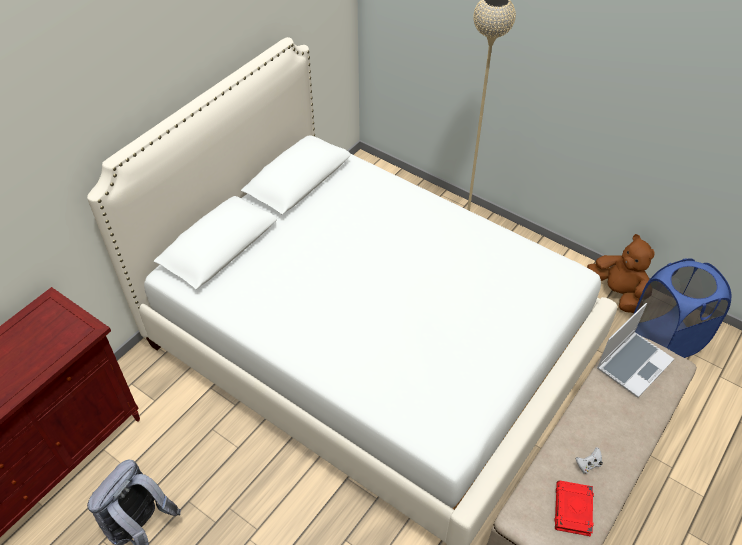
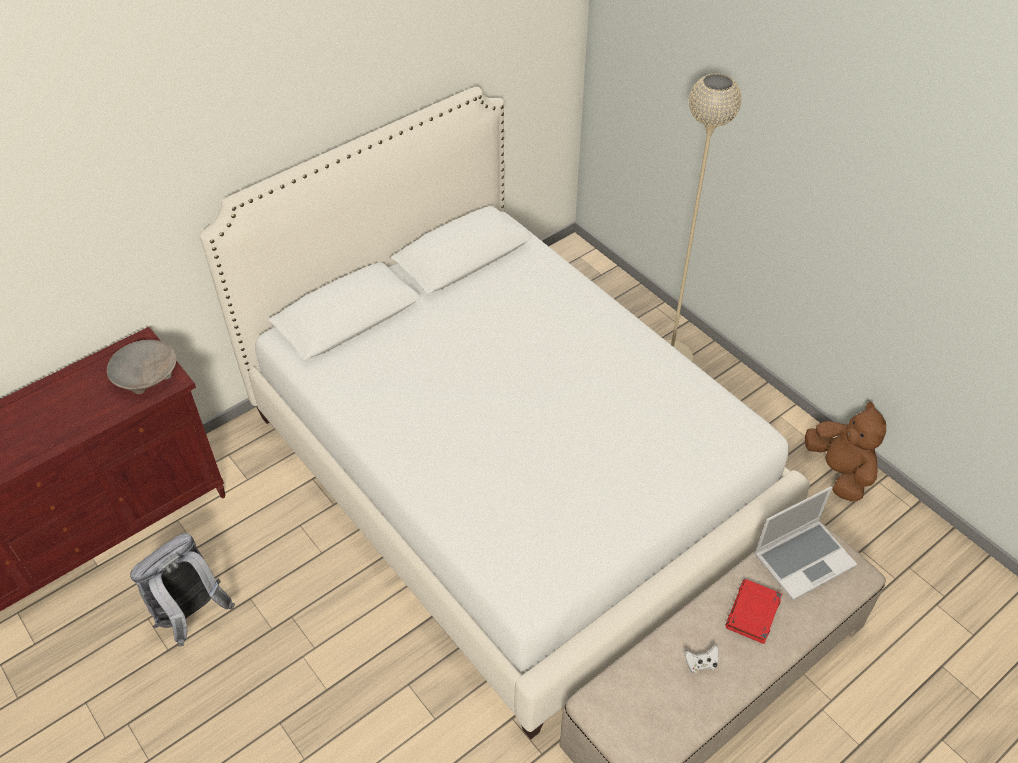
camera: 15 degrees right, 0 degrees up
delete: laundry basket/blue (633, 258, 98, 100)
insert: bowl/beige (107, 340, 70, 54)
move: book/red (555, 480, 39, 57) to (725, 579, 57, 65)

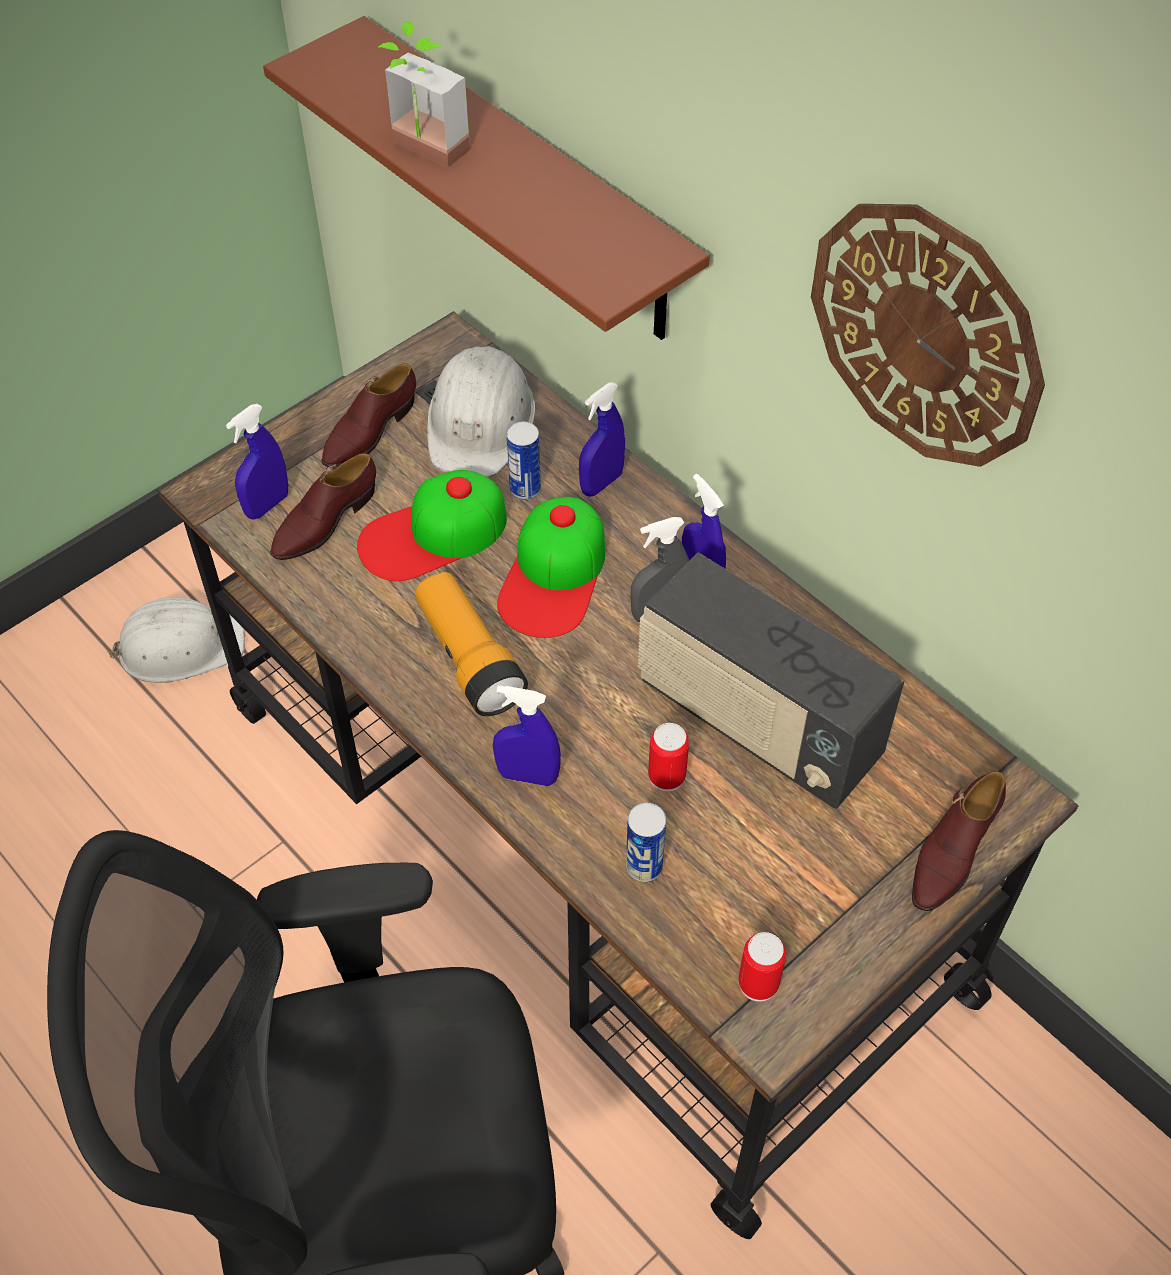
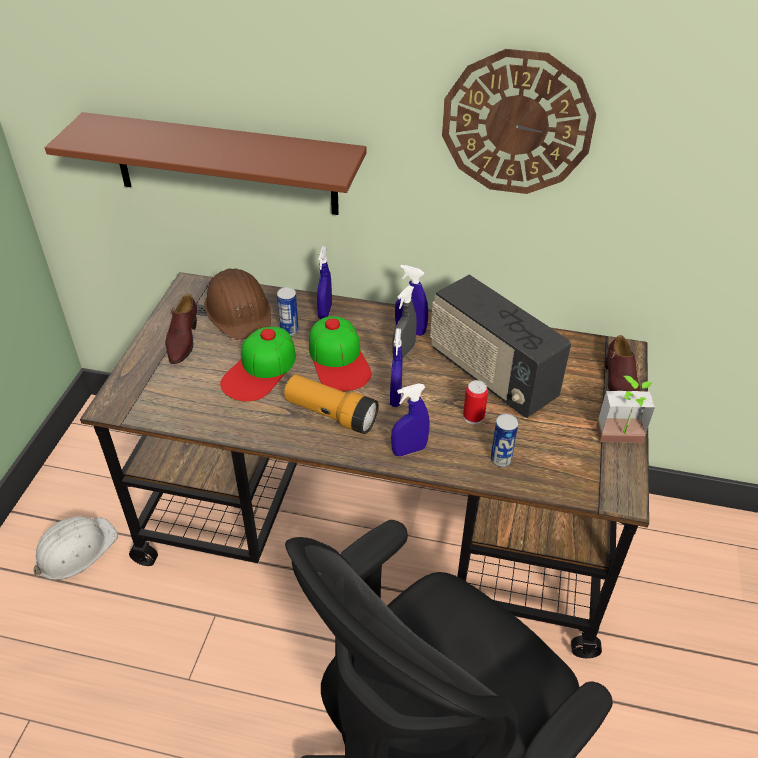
camera: 35 degrees left, 10 degrees down
delete: shoe/brown (270, 453, 106, 107); can (738, 932, 48, 70)
move: potted plant (379, 21, 91, 147) to (596, 376, 59, 67); spray bottle/blue (226, 404, 62, 116) to (390, 328, 12, 79)
recolor: hard hat/white (427, 346, 108, 131) to hard hat/brown (204, 269, 67, 71)
rotate: radio (638, 552, 266, 257) = (430, 274, 142, 144) 45 degrees clockwise

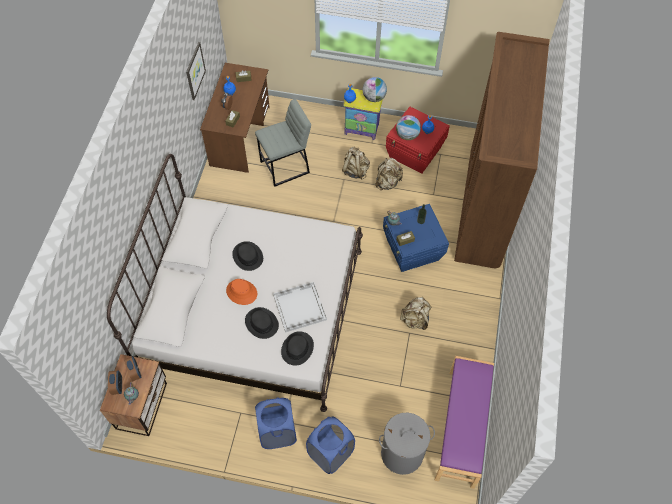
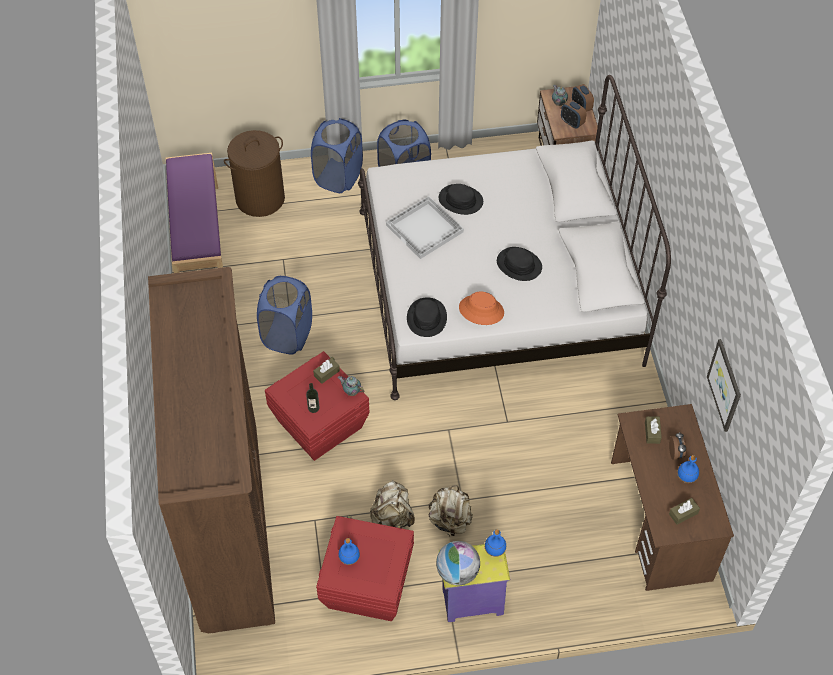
camera: 160 degrees right, 5 degrees down
delete: stool/grey (255, 99, 56, 88); globe (396, 115, 25, 25)
move: hat/orange (226, 279, 31, 26) to (459, 291, 45, 34); hat/black (281, 331, 33, 35) to (407, 298, 40, 39)
replace: backpack/beige (400, 297, 31, 33) to laundry basket/blue (257, 276, 55, 79)
recolor: storage box/blue (383, 204, 66, 68) to storage box/red (265, 351, 105, 110); laundry basket/grey (379, 412, 56, 63) to laundry basket/brown (224, 130, 61, 87)

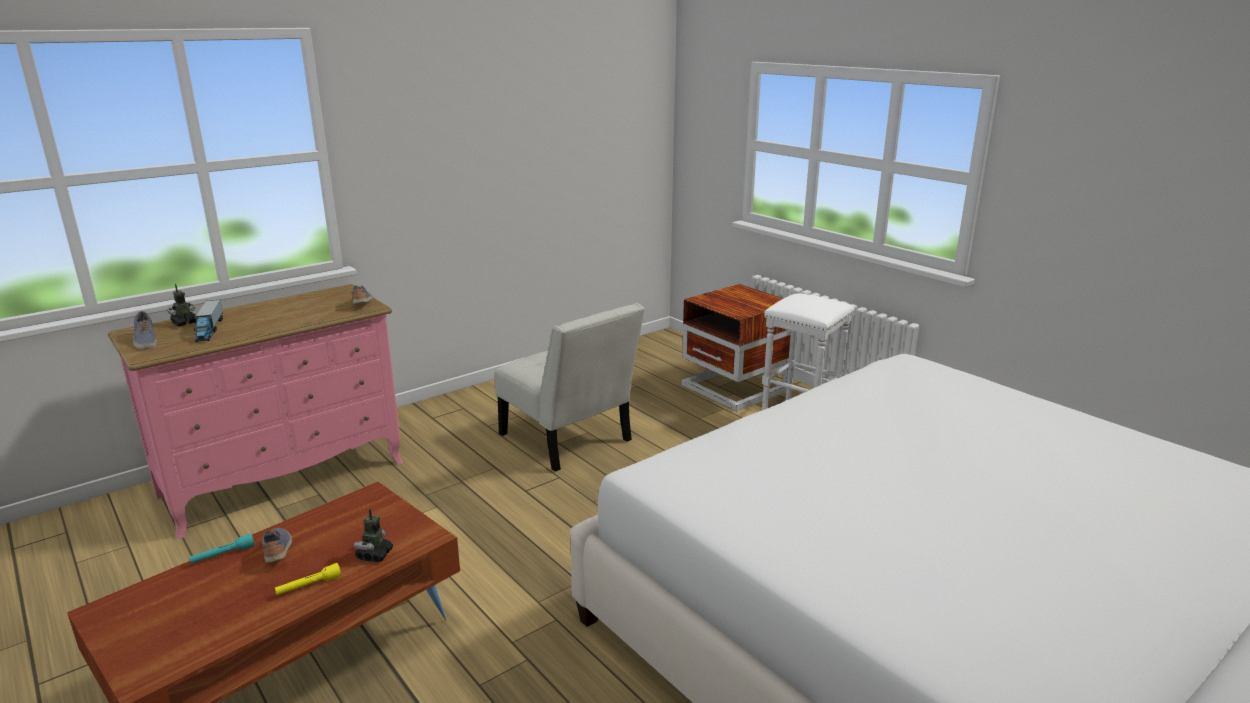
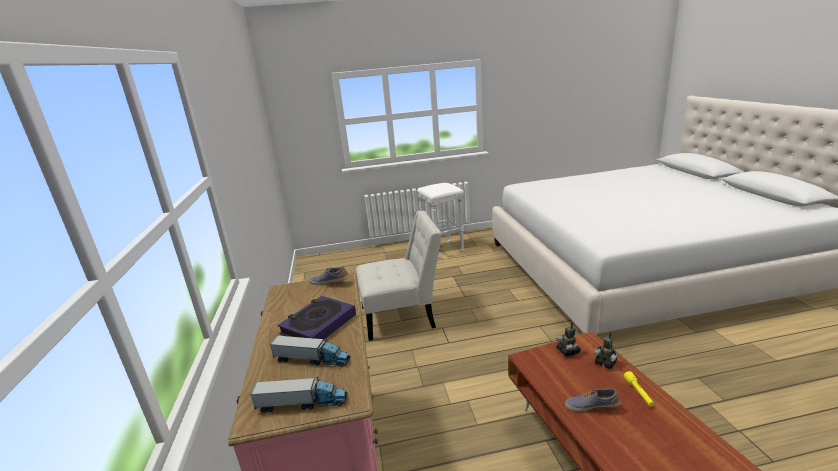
camera: 60 degrees left, 0 degrees up
delete: nightstand (682, 284, 109, 128); flashlight/turquoise (189, 533, 66, 31)
insert: book (277, 296, 79, 43)
move: toy robot (167, 284, 29, 43) to (556, 322, 25, 35)
replace: shoe (133, 311, 24, 39) to toy truck (250, 376, 98, 37)

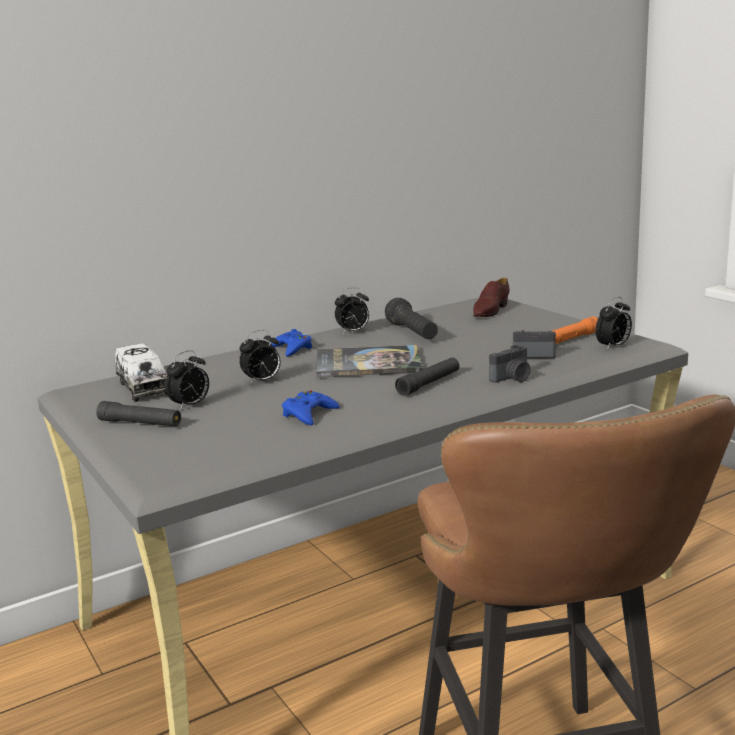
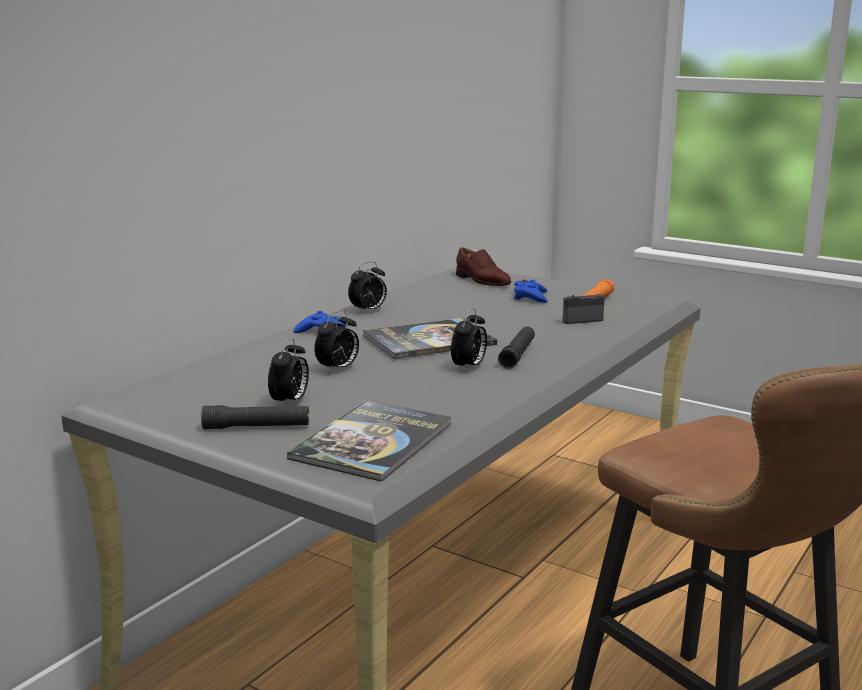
camera: 25 degrees left, 0 degrees up
delete: flashlight/black (385, 298, 53, 41); toy truck (115, 343, 52, 59); photo camera (489, 345, 41, 38)
insert: book (287, 400, 165, 82)
move: alarm clock (595, 297, 37, 53) to (451, 309, 36, 63); game controller/blue (282, 391, 58, 34) to (514, 280, 33, 23)
rotate: shoe/brown (473, 278, 37, 39) = (456, 247, 55, 39) 45 degrees counterclockwise

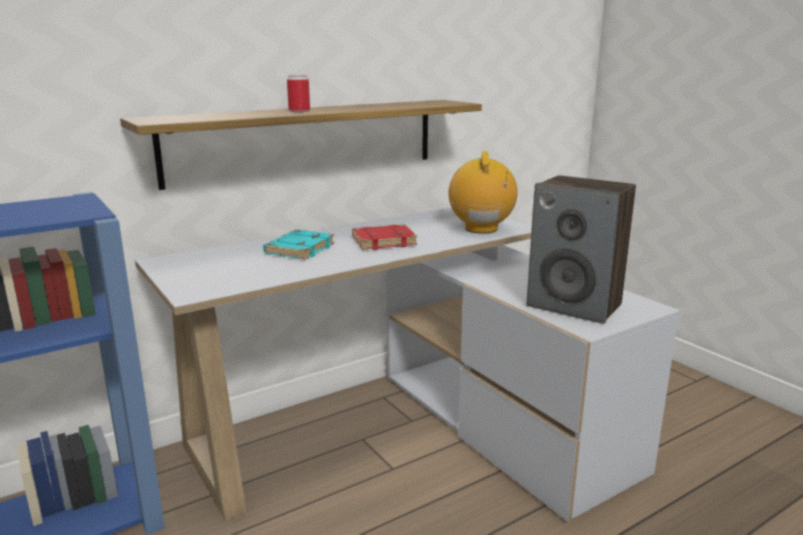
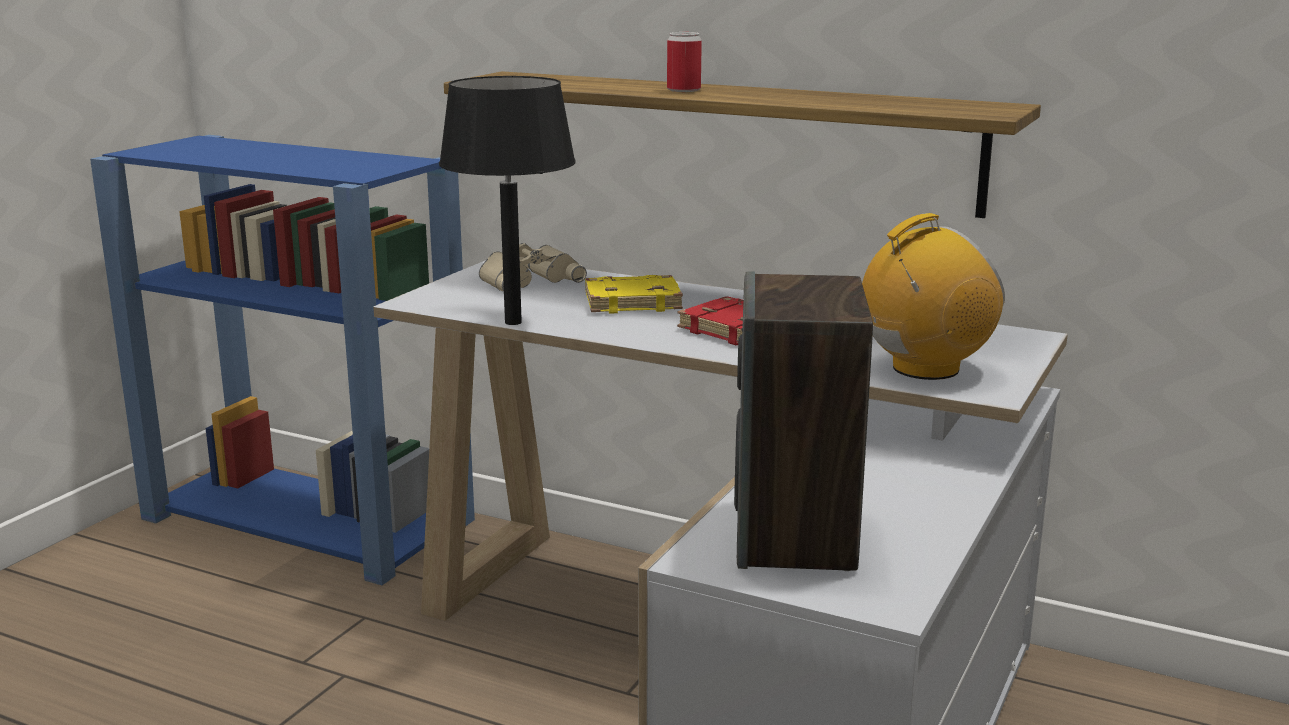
camera: 60 degrees right, 0 degrees up
insert: table lamp/black (439, 76, 137, 249); binoculars/beige (479, 243, 108, 48)
recolor: book/turquoise (263, 230, 71, 30) to book/yellow (585, 275, 98, 39)

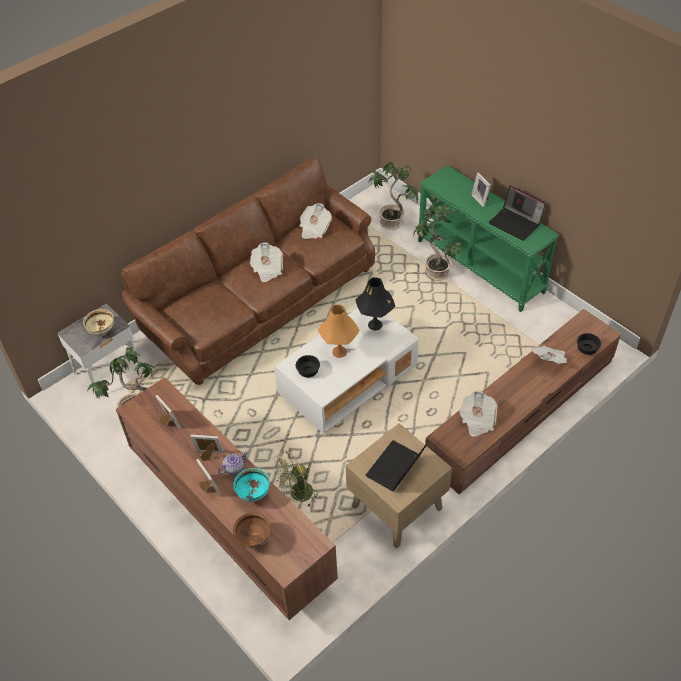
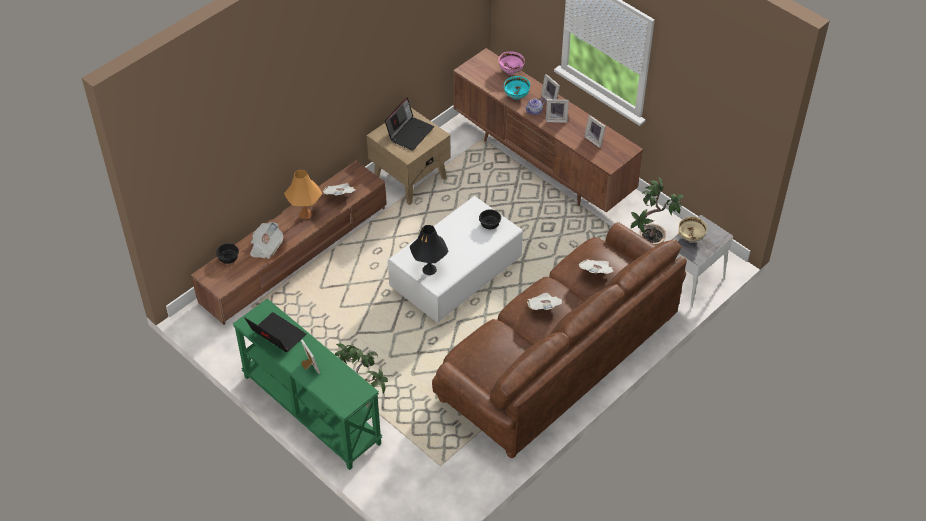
camera: 175 degrees right, 0 degrees up
delete: potted plant (369, 162, 49, 68); fan/green (273, 451, 46, 55)
move: newspaper (300, 203, 32, 36) to (579, 259, 35, 15); table lamp/orange (318, 305, 42, 53) to (284, 170, 38, 50)
recolor: bowl/brown (233, 512, 37, 37) to bowl/pink (498, 51, 27, 24)

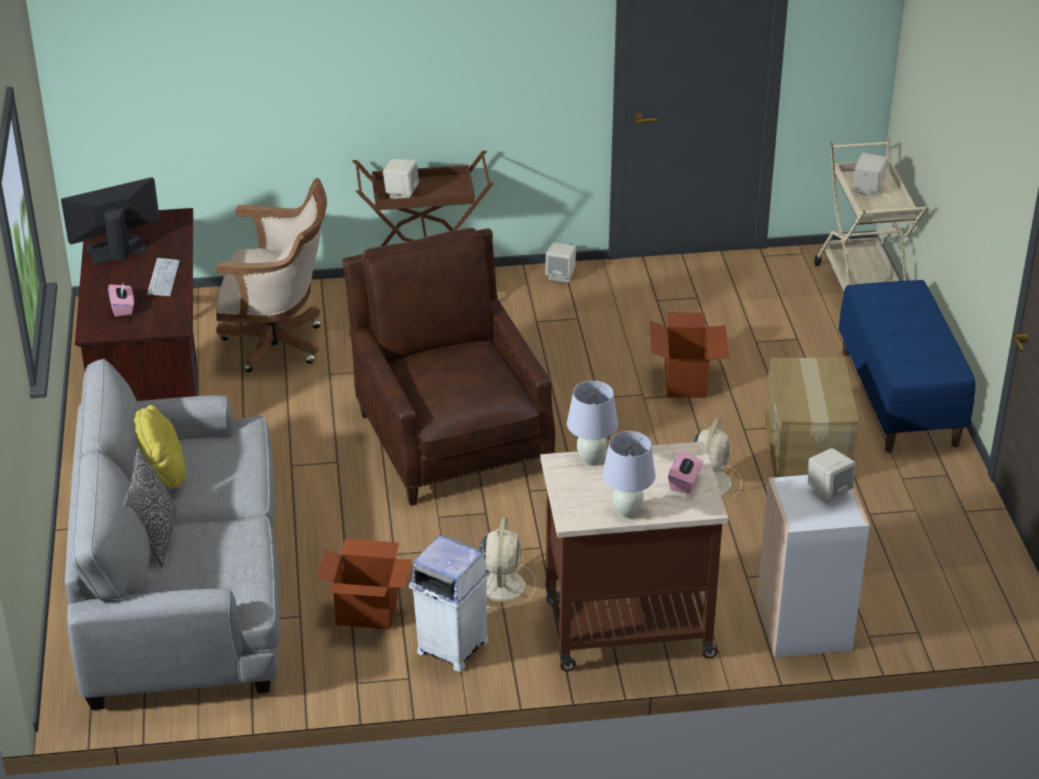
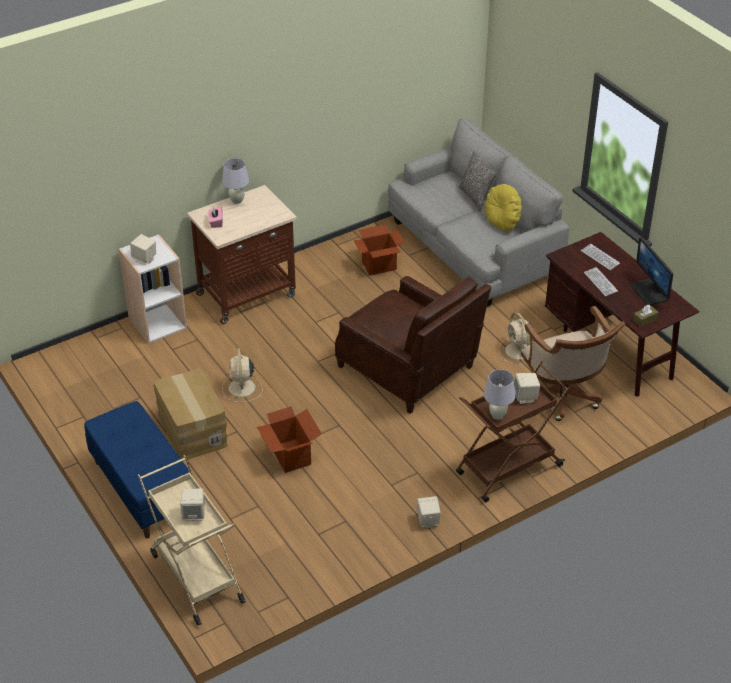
camera: 155 degrees right, 5 degrees up
delete: trash can/white (409, 536, 81, 136)
insert: tissue box/brown (633, 305, 26, 22)
move: table lamp/white (567, 381, 51, 85) to (484, 369, 31, 51); fan/beige (479, 517, 57, 93) to (499, 312, 33, 53)
replace: tissue box/pink (108, 284, 26, 33) to keyboard (581, 244, 39, 26)
rotate: monitor (61, 177, 99, 87) = (631, 237, 42, 68) 120 degrees clockwise; office chair (215, 178, 112, 194) = (521, 306, 104, 115) 90 degrees counterclockwise

